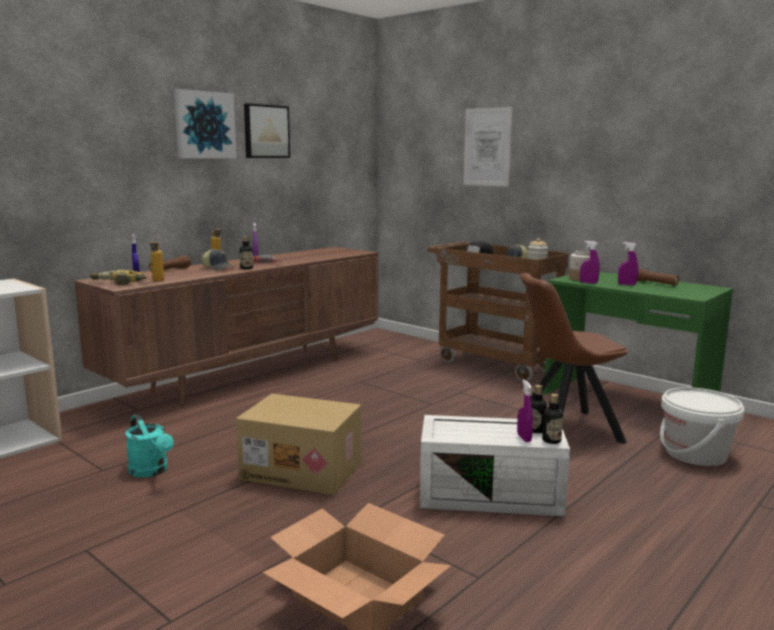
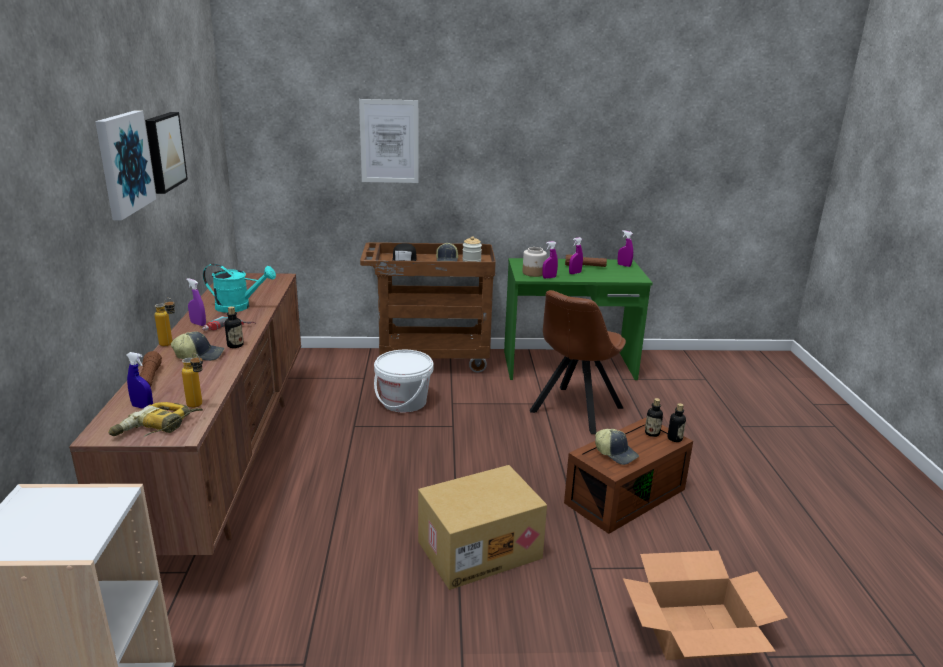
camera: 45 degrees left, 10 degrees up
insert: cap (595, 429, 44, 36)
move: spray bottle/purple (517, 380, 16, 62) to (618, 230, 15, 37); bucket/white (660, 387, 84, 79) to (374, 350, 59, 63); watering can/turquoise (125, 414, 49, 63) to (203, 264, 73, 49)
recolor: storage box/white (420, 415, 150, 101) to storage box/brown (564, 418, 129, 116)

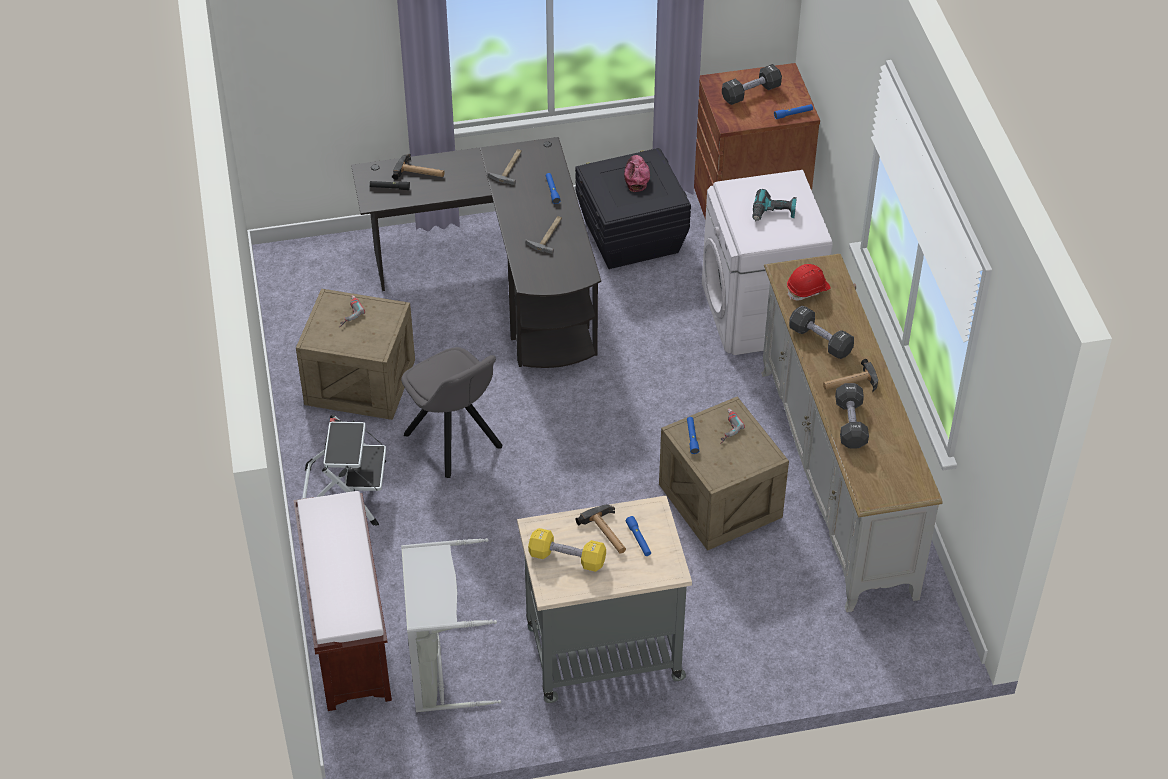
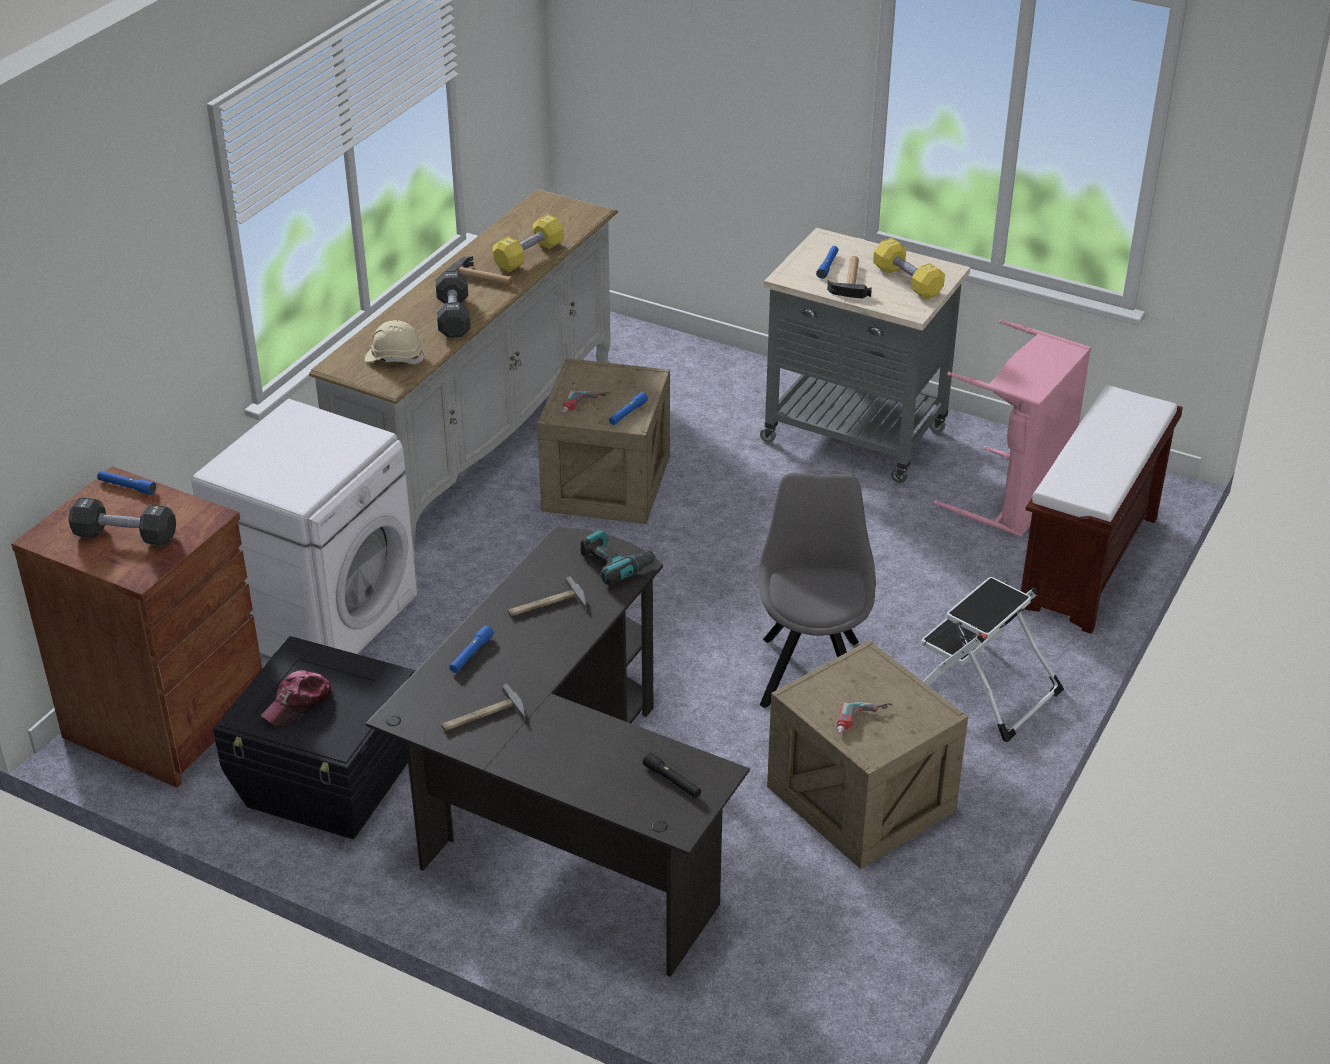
camera: 140 degrees left, 10 degrees down
delete: hammer (392, 154, 52, 26)
move: power drill (752, 189, 45, 33) to (581, 529, 77, 56)
recolor: hard hat/red (787, 264, 43, 37) to hard hat/beige (365, 320, 60, 44); dumbbell/black (835, 383, 34, 65) to dumbbell/yellow (492, 214, 72, 58); laundry basket/grey (401, 538, 100, 174) to laundry basket/pink (933, 319, 158, 218)

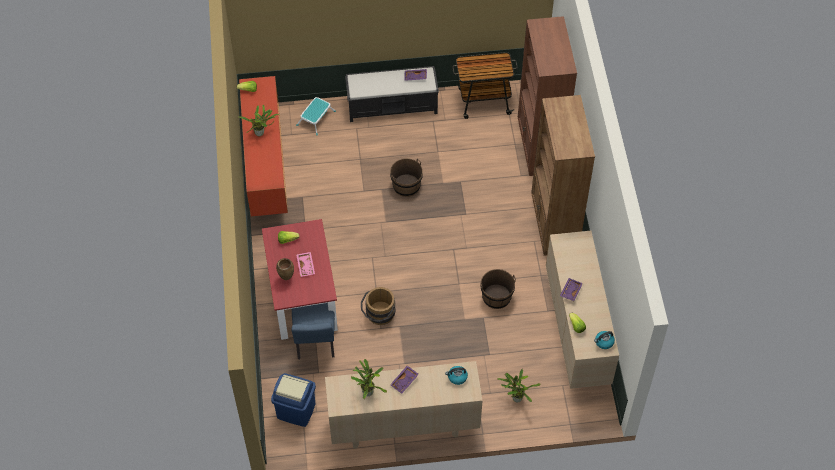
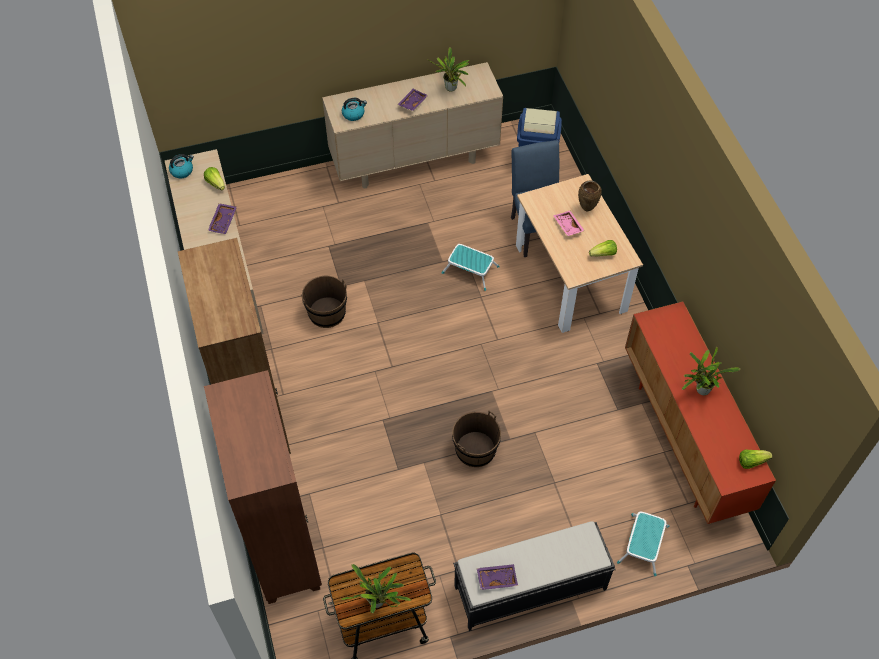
camera: 170 degrees right, 0 degrees up
move: potted plant (497, 369, 43, 33) to (341, 564, 70, 49)
replace: bucket/brown (361, 287, 34, 38) to step ladder/turquoise (442, 244, 57, 47)
recolor: dining table/red (262, 219, 76, 121) to dining table/beige (516, 174, 127, 159)

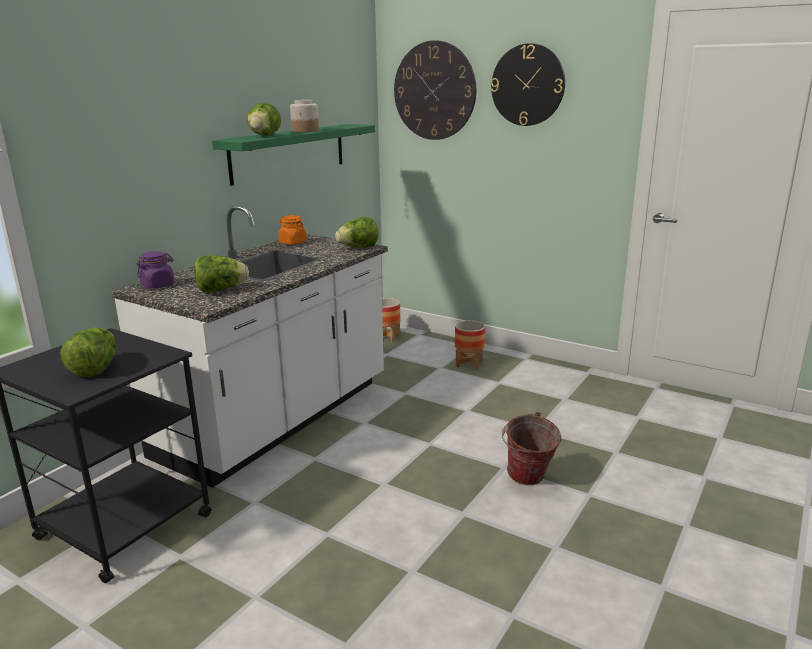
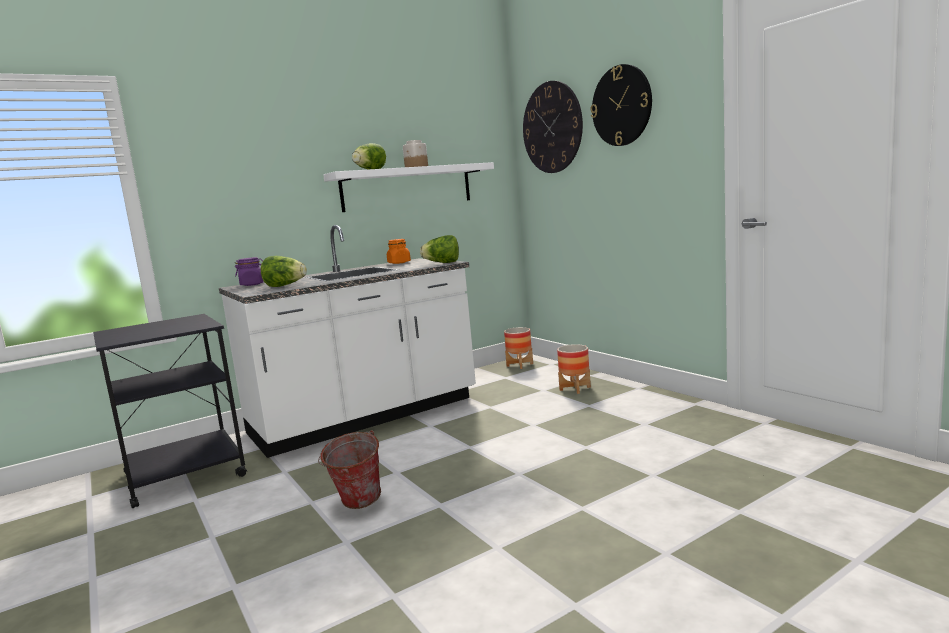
camera: 25 degrees right, 10 degrees down
delete: lettuce (60, 328, 56, 49)
move: bucket (502, 412, 59, 73) to (318, 430, 63, 79)
recolor: shelf/green (212, 124, 163, 62) to shelf/white (323, 162, 171, 50)

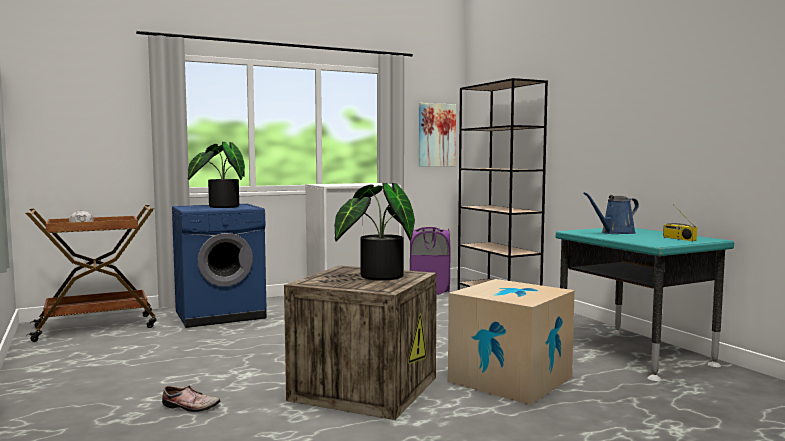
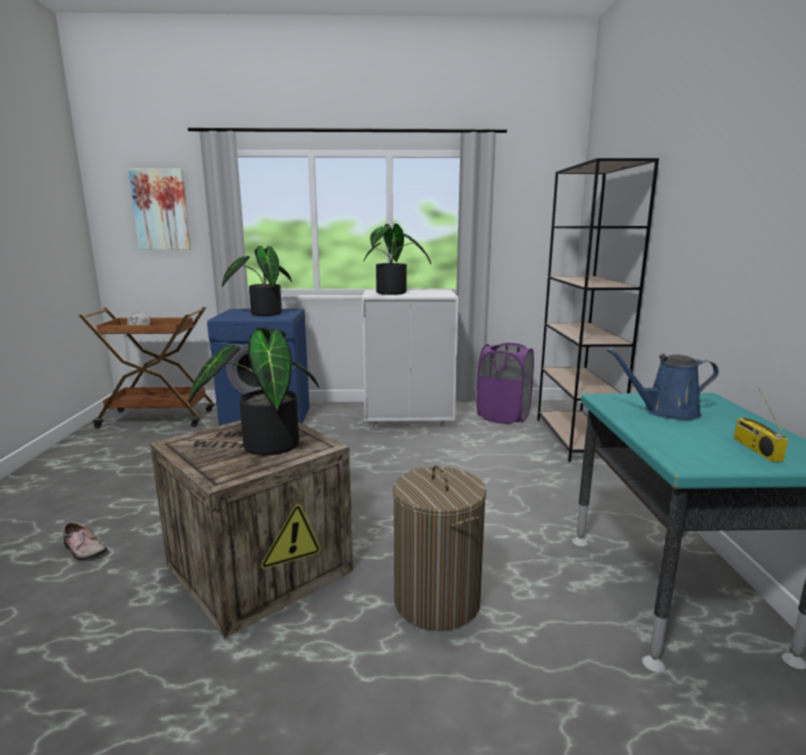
camera: 25 degrees right, 10 degrees up
insert: potted plant (363, 224, 68, 71)
move: picture (419, 103, 37, 64) to (128, 168, 63, 82)
replace: cardboard box (448, 279, 127, 126) to laundry basket (393, 465, 93, 166)

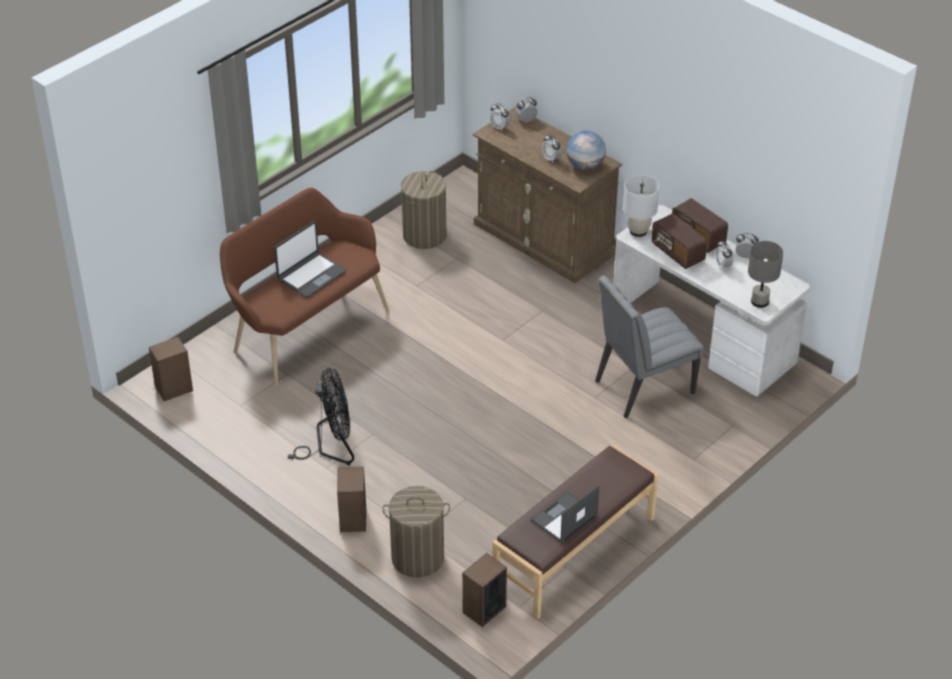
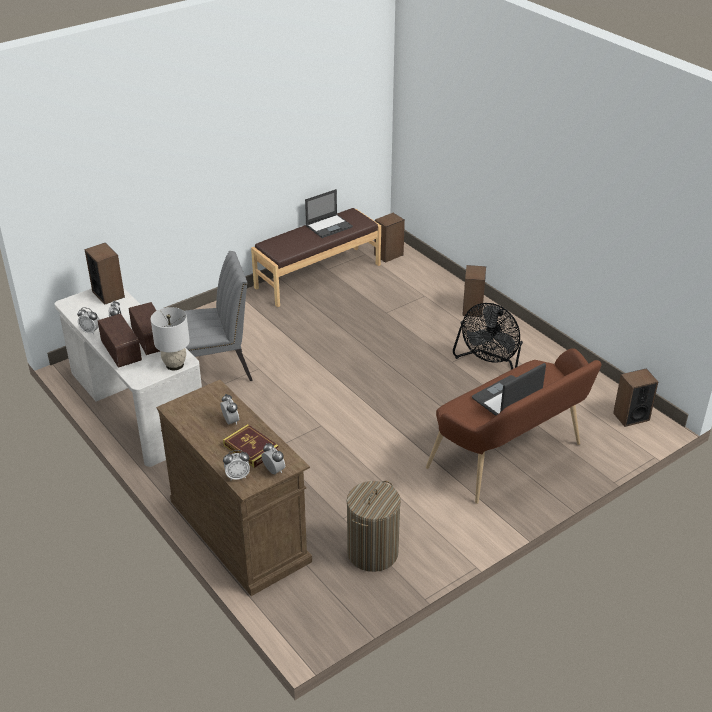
camera: 170 degrees left, 5 degrees down
delete: globe (566, 131, 40, 39); laundry basket (382, 486, 68, 92)
insert: book (223, 424, 56, 44)
replace: table lamp/grey (748, 241, 35, 67) to speaker (85, 243, 40, 62)
rotate: fan/black (287, 367, 67, 99) = (453, 303, 70, 67) 60 degrees counterclockwise

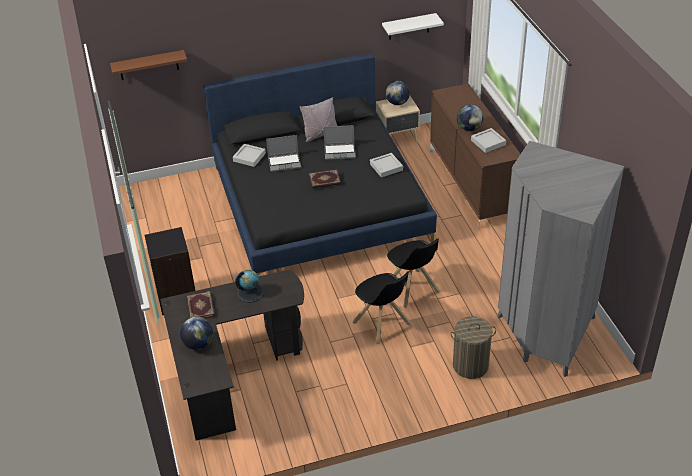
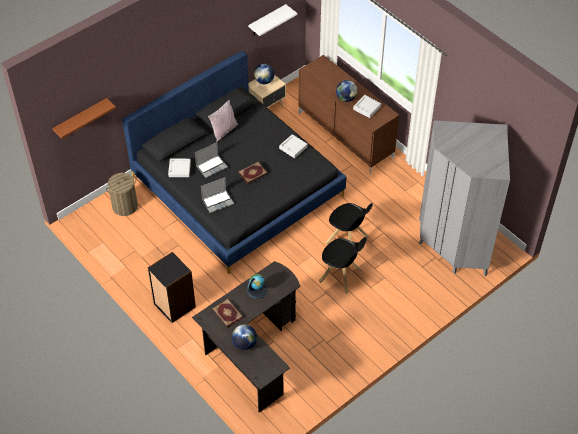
camera: 25 degrees left, 10 degrees up
move: laptop (323, 125, 33, 35) to (201, 177, 33, 36); laundry basket (451, 316, 45, 63) to (106, 173, 32, 43)

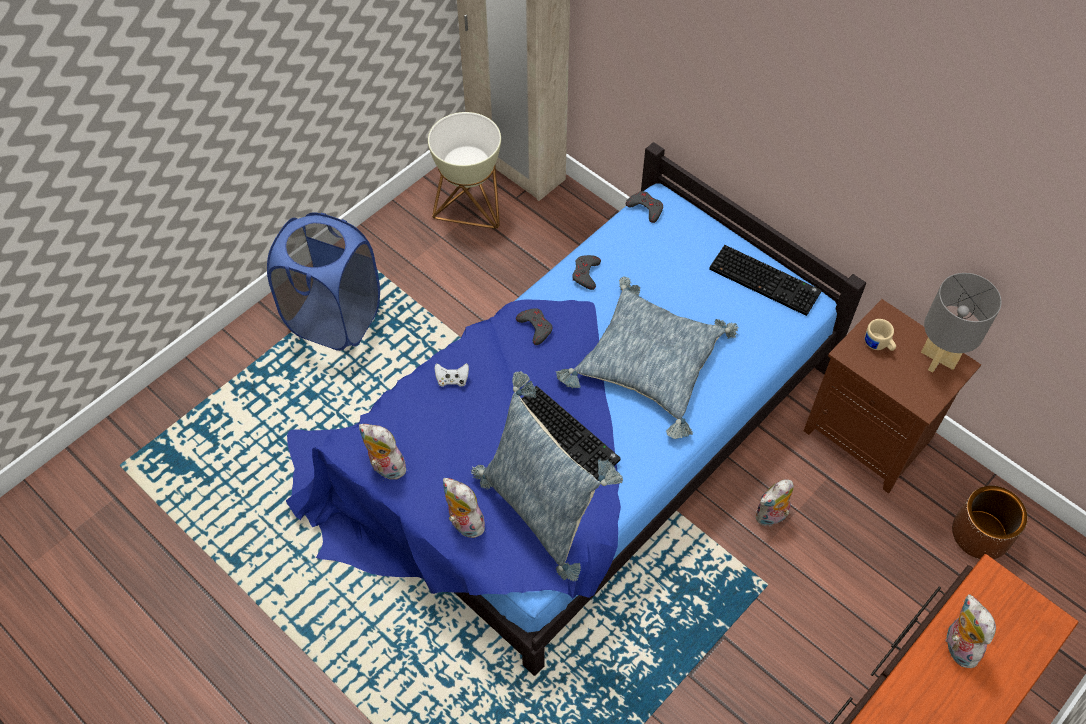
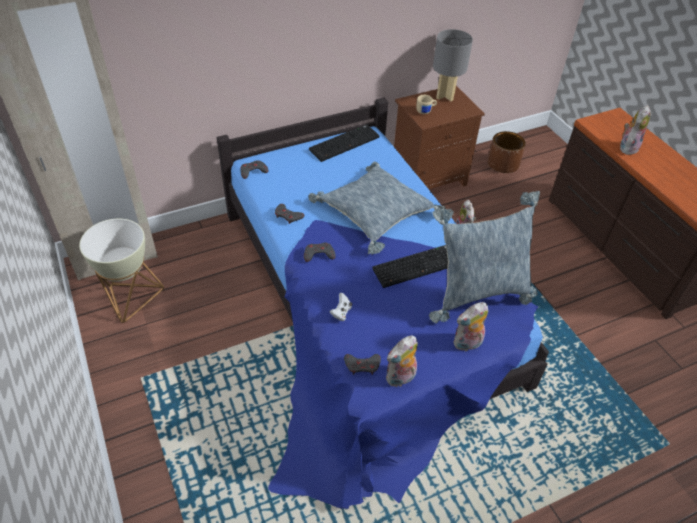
camera: 70 degrees left, 10 degrees down
delete: laundry basket/blue (267, 212, 113, 139)
insert: game controller/grey (344, 354, 37, 21)
rotate: plush toy (945, 594, 51, 74) = (620, 105, 31, 50) 120 degrees clockwise

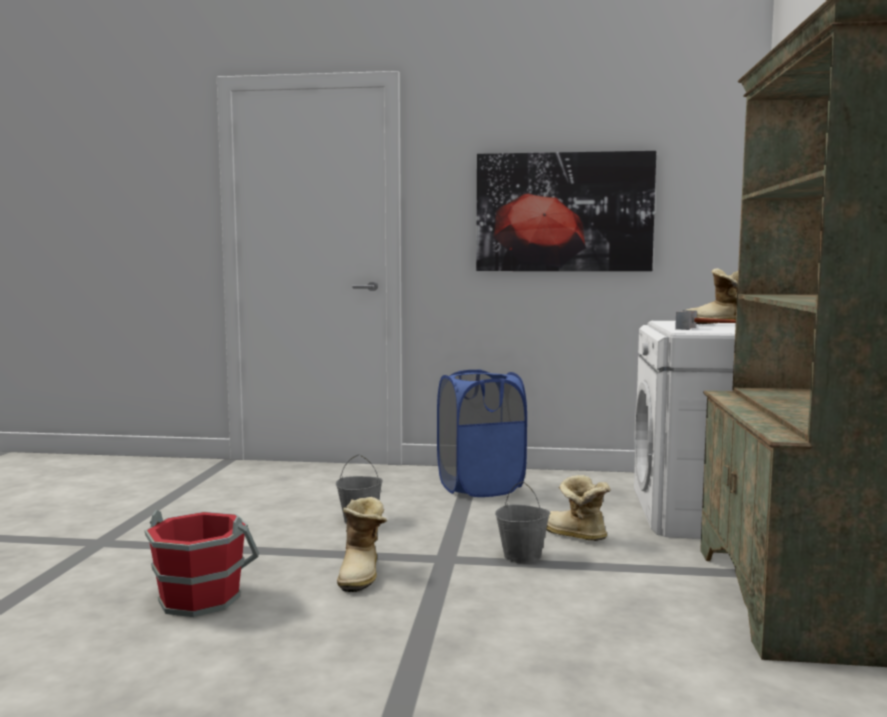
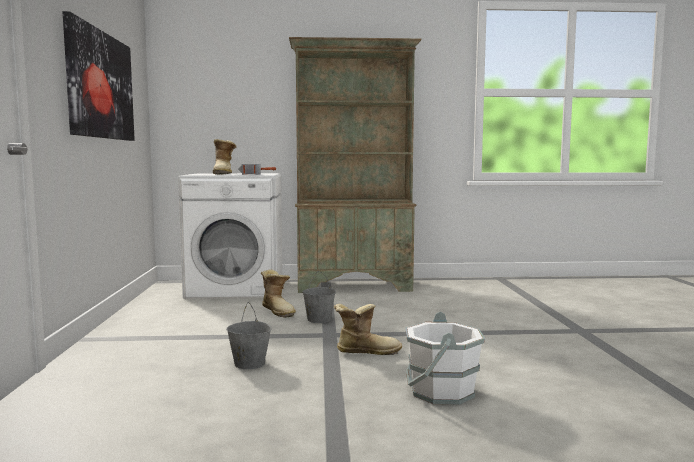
camera: 100 degrees left, 0 degrees up
delete: laundry basket/blue (437, 369, 90, 128)
recolor: bucket/red (144, 510, 116, 107) to bucket/white (405, 311, 80, 94)
rotate: boot (546, 475, 65, 66) = (261, 270, 35, 48) 75 degrees counterclockwise

